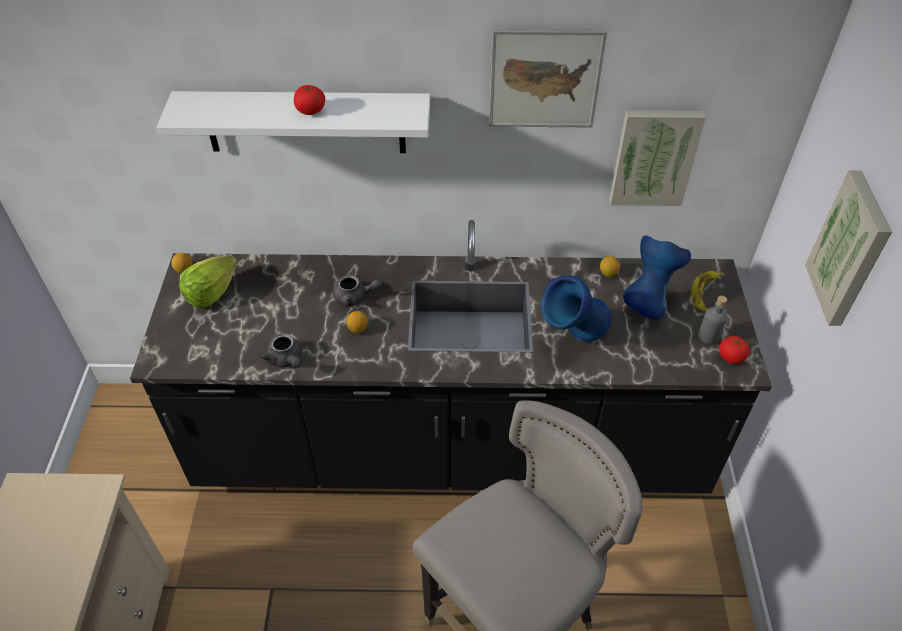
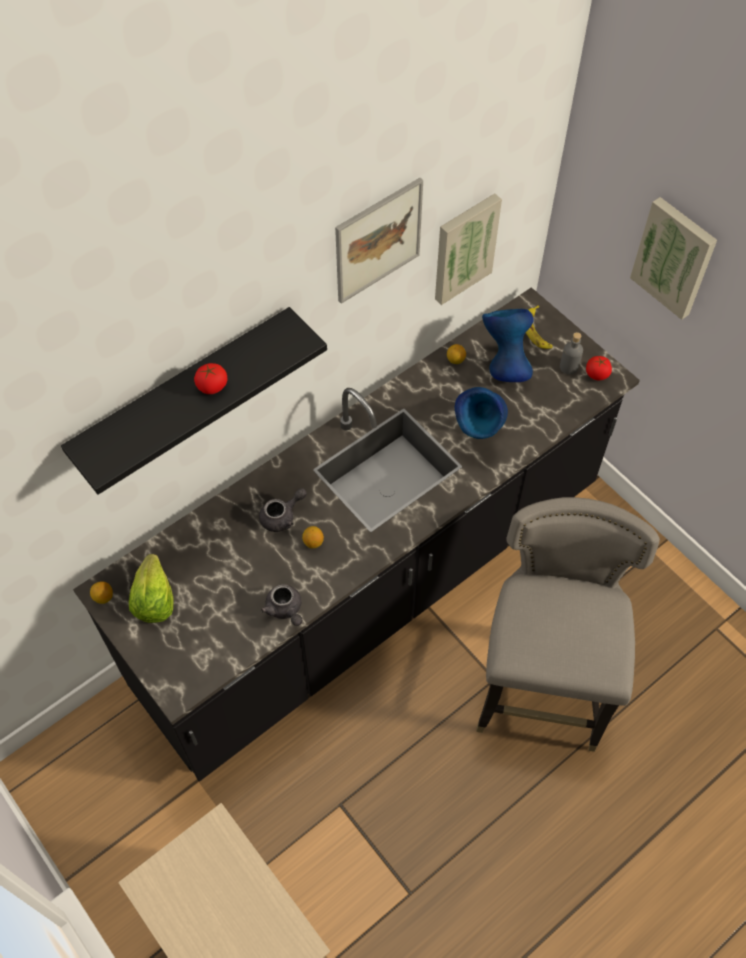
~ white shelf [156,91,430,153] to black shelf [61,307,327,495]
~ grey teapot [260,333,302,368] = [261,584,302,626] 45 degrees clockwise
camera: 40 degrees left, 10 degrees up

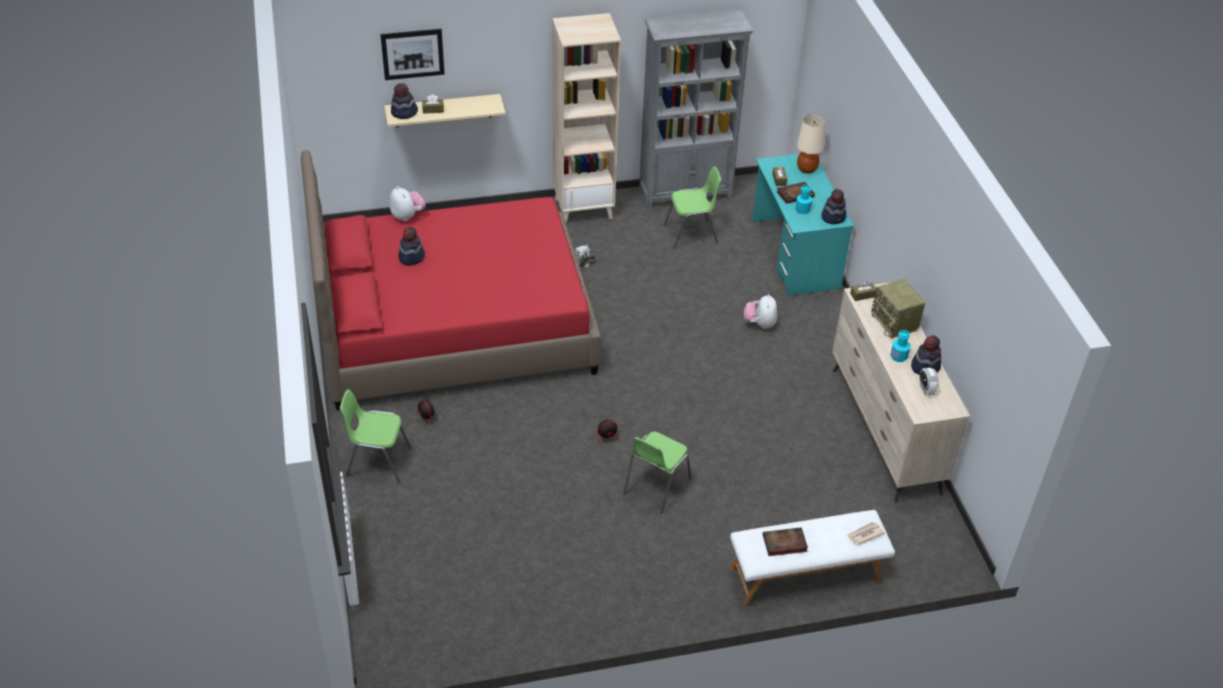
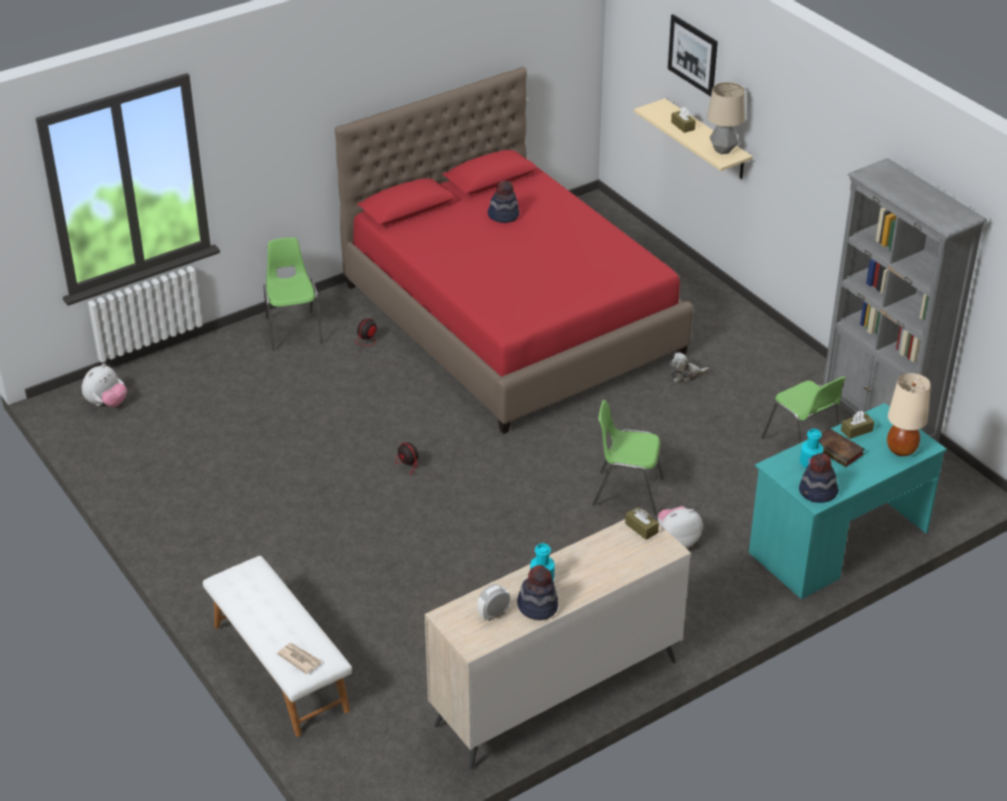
- hat [391,83,418,119]
- beige bookcase [553,13,621,223]
- book [763,527,808,556]
- radio [871,279,925,339]
+ table lamp [707,82,745,154]
~ plush toy [389,186,426,222] to [82,364,127,407]
~ green chair [623,432,692,514] to [592,400,664,515]
camera: 70 degrees right, 5 degrees down

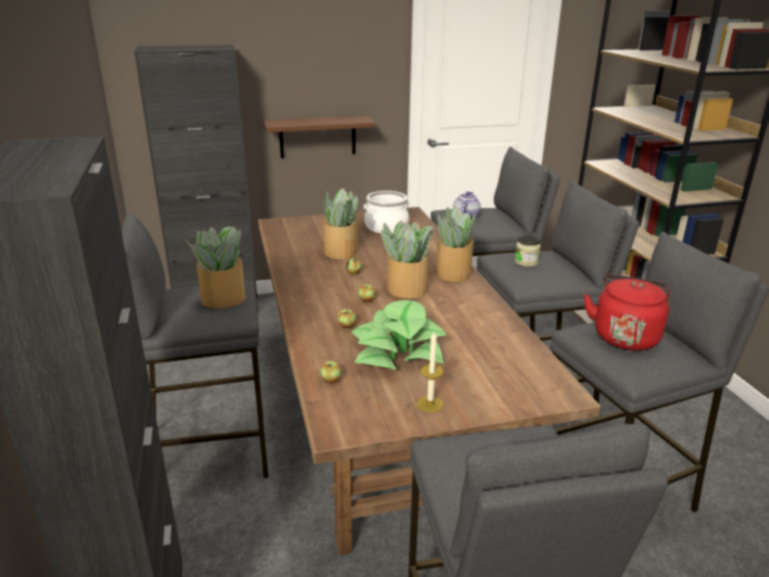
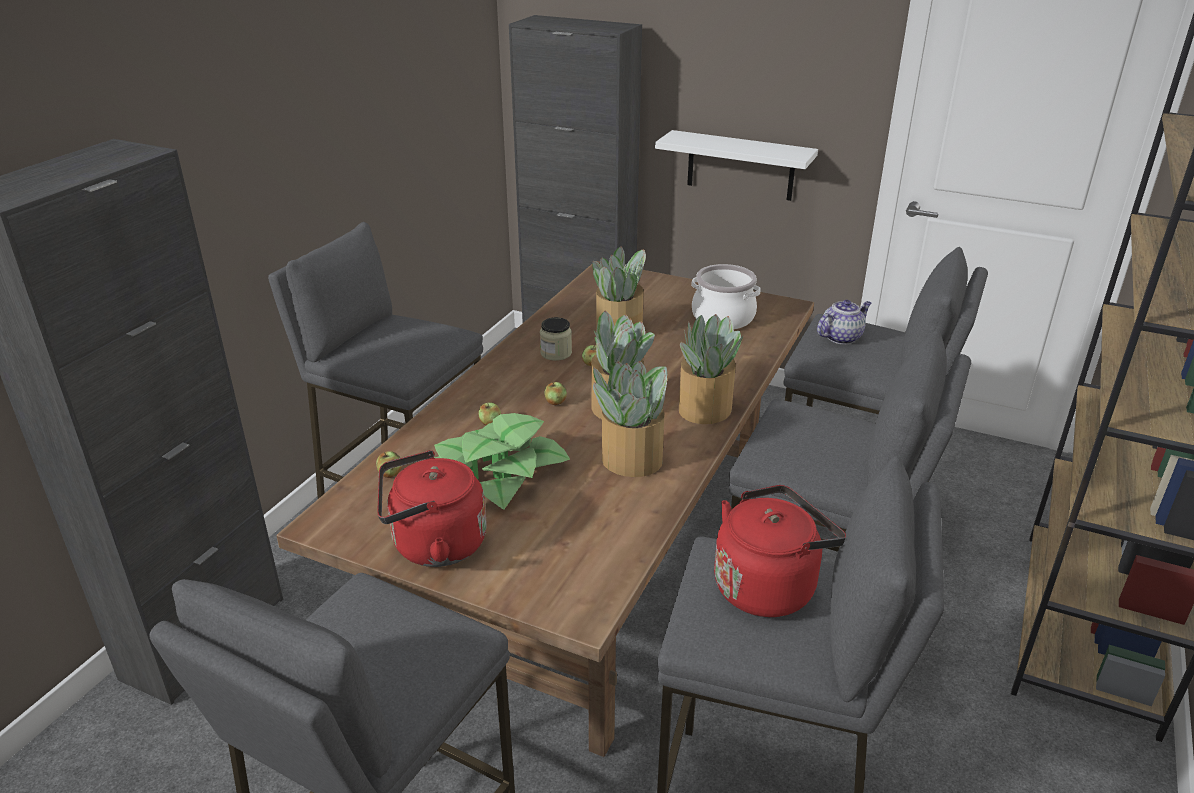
~ potted plant [184,226,245,309] to [593,361,668,477]
~ jar [515,235,541,267] to [540,317,572,361]
~ candle [417,332,443,413] to red kettle [377,450,487,567]
~ brown shelf [264,116,376,158] to white shelf [655,130,818,201]
camera: 40 degrees right, 5 degrees up

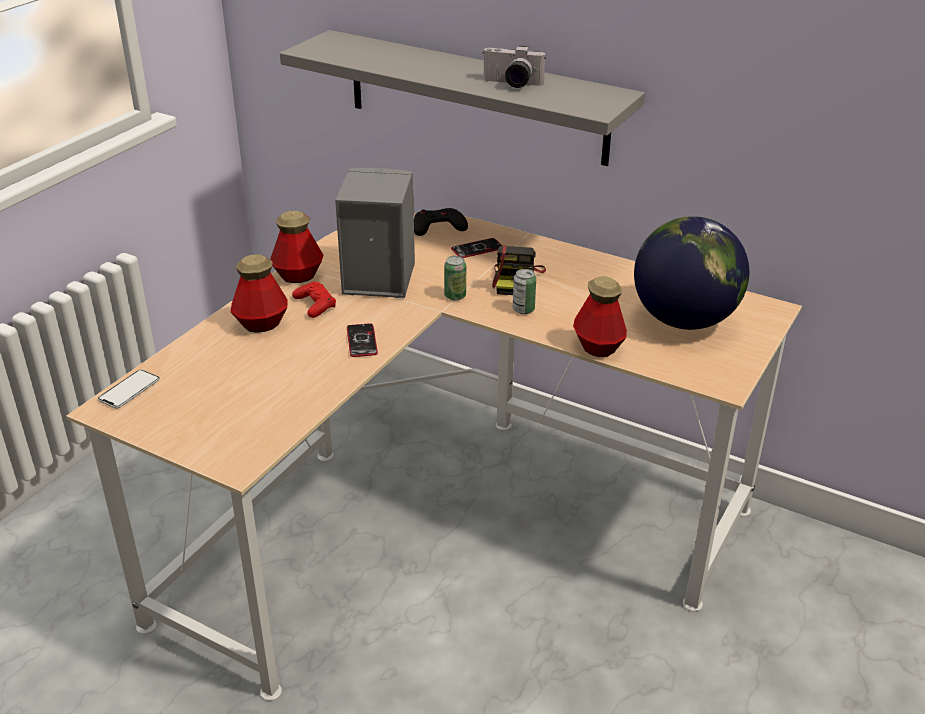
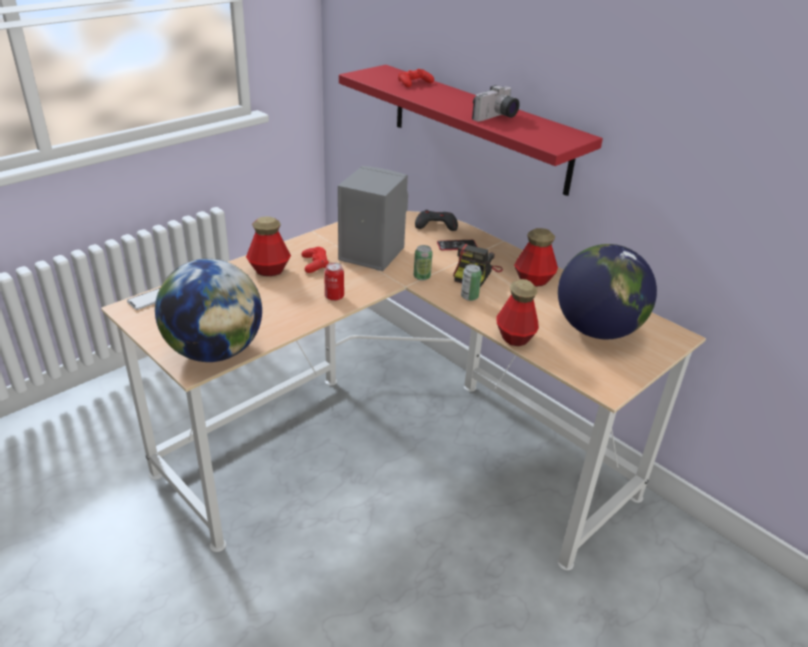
+ globe [155,259,262,362]
+ red game controller [398,69,434,87]
~ bottle [270,211,324,283] to [514,228,558,287]
~ phone [347,323,378,357] to can [324,263,344,301]
~ grey shelf [280,30,645,166] to red shelf [339,65,603,196]
~ photo camera [483,46,546,88] = [472,85,520,121] 75 degrees counterclockwise
camera: 15 degrees right, 0 degrees up

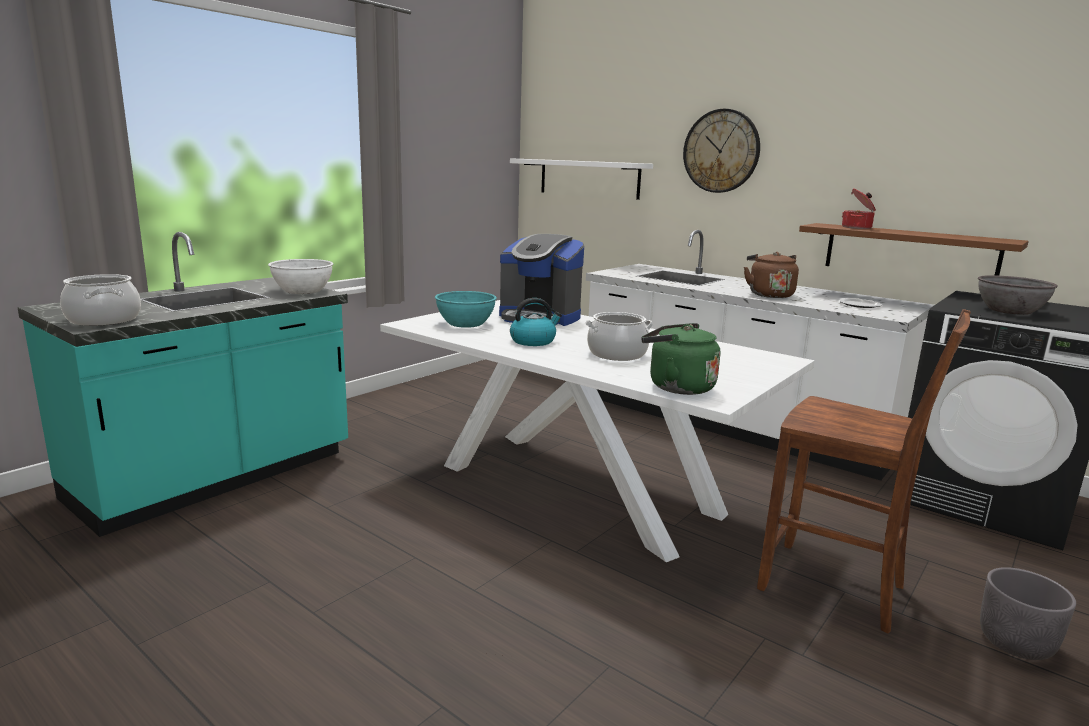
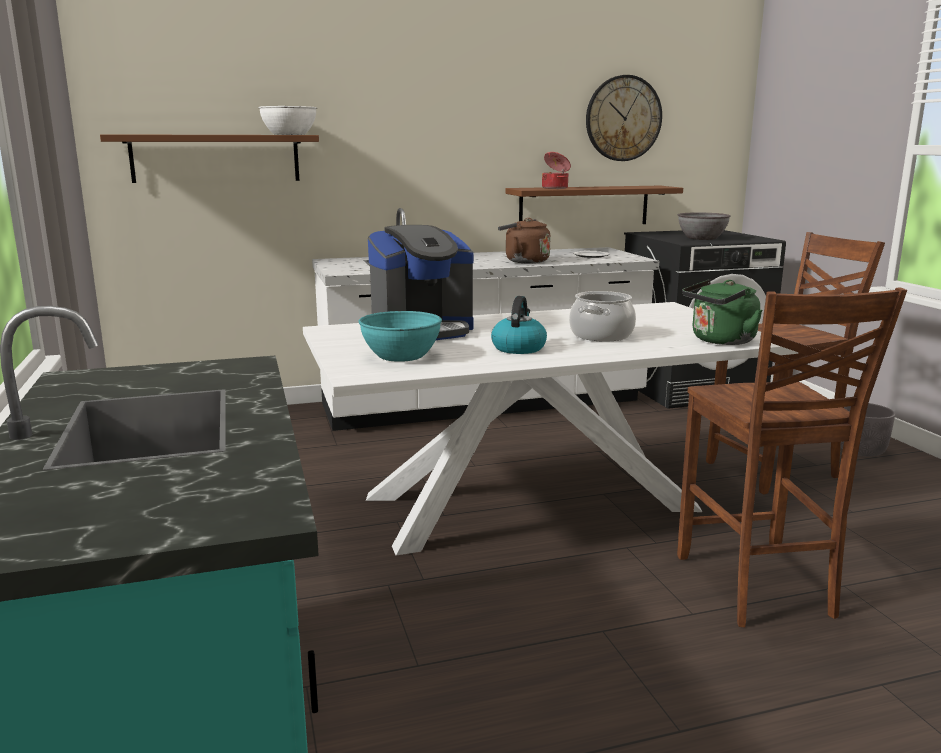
- cooking pot [60,274,141,326]
+ brown chair [677,288,907,627]
~ white bowl [268,259,334,294] to [258,106,317,135]
~ wall clock [683,109,760,193] to [586,75,662,161]
~ white shelf [510,158,653,200] to brown shelf [100,134,319,183]
camera: 55 degrees left, 0 degrees up

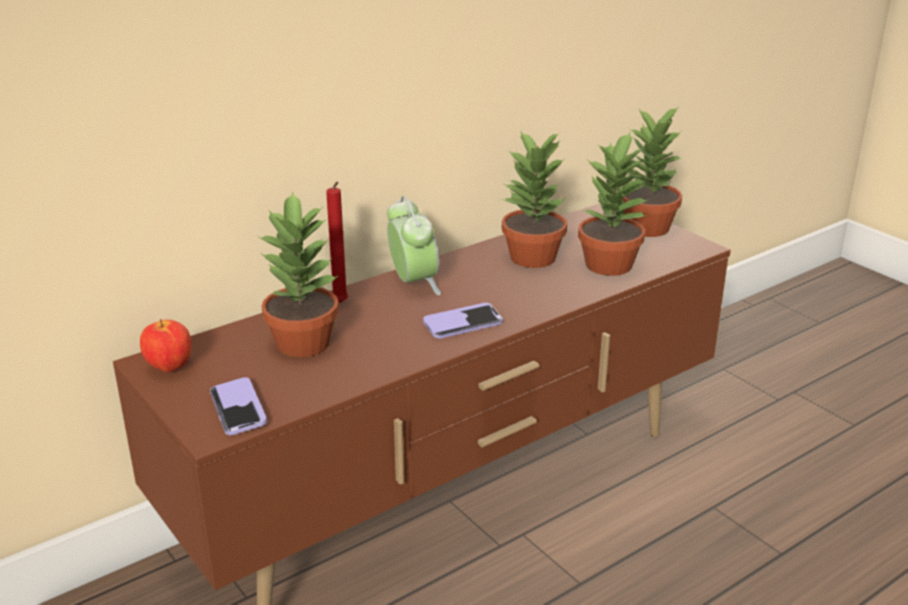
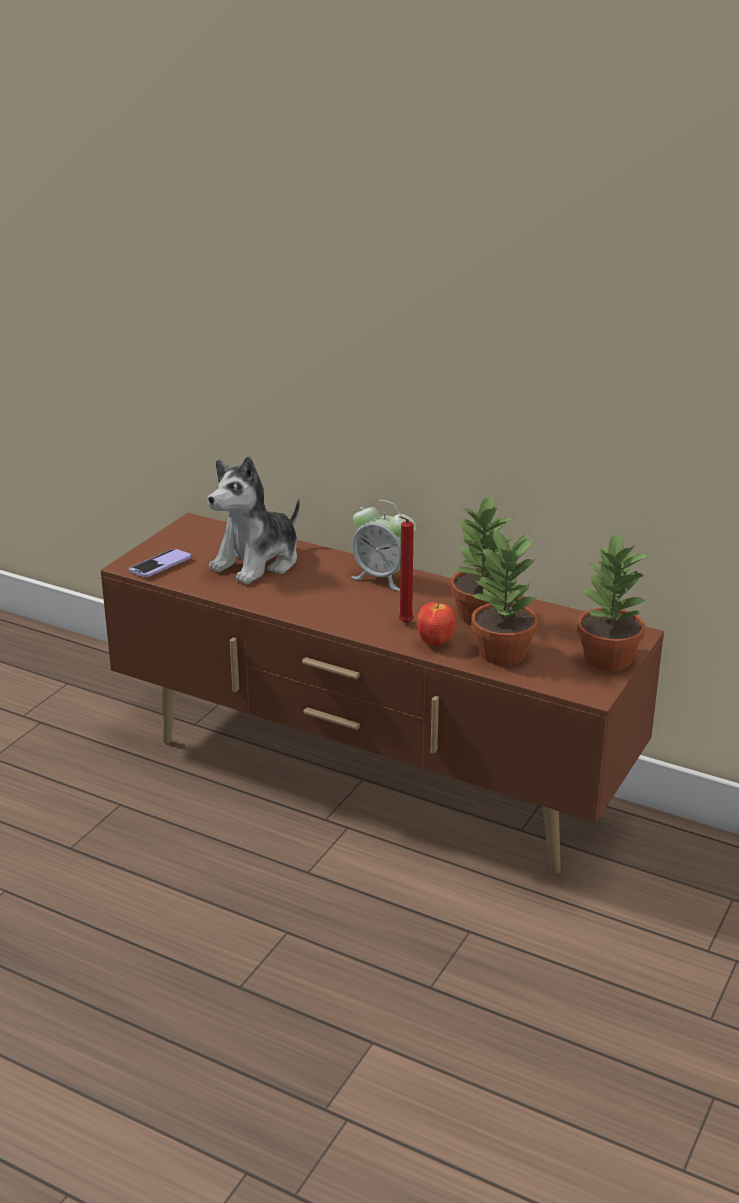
- phone [423,303,503,339]
~ apple [140,319,191,373] to [417,602,456,646]
~ red candle [326,182,348,303] to [398,516,414,623]
~ potted plant [257,191,339,357] to plush toy [208,456,300,584]
~ alarm clock [387,196,441,295] = [351,500,416,591] 75 degrees clockwise
camera: 65 degrees right, 0 degrees up

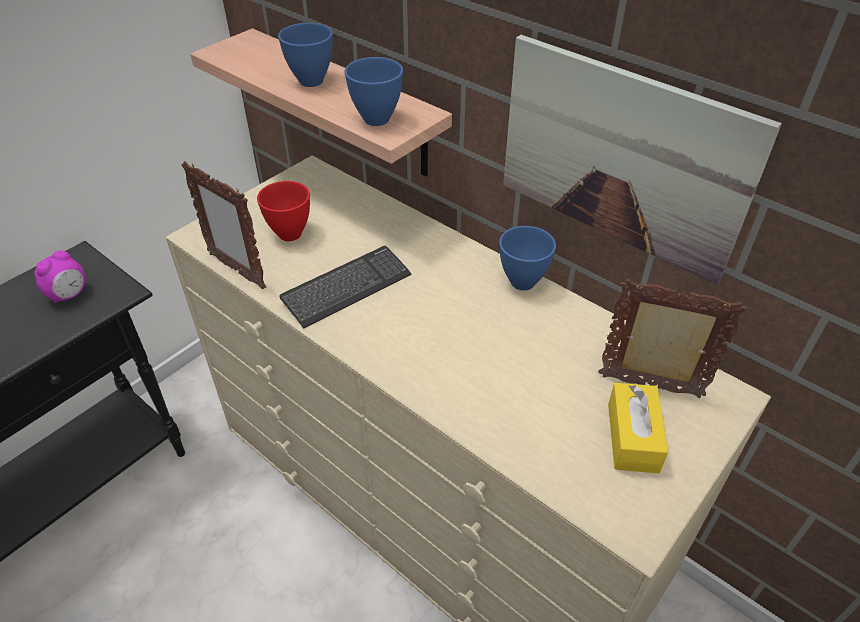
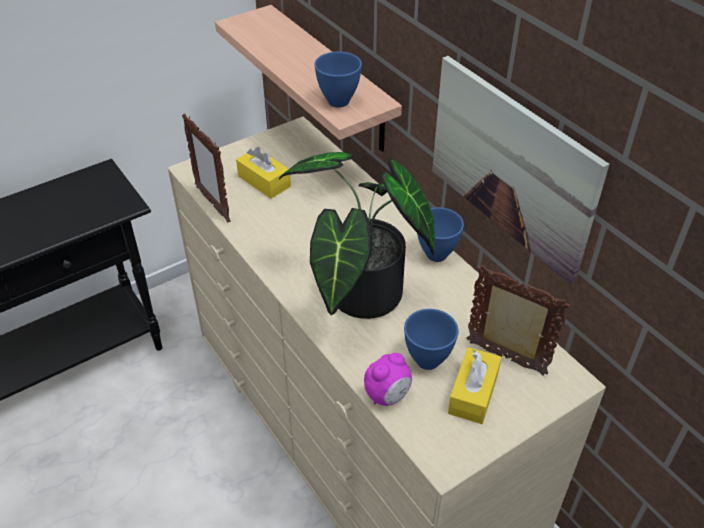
- keyboard [279,246,411,329]
+ potted plant [279,152,435,319]
~ alarm clock [34,250,85,303] to [364,353,412,406]
~ blue bowl [278,23,333,87] to [404,309,459,370]
~ red bowl [257,181,310,241] to yellow tissue box [236,147,291,199]
camera: 15 degrees right, 0 degrees up

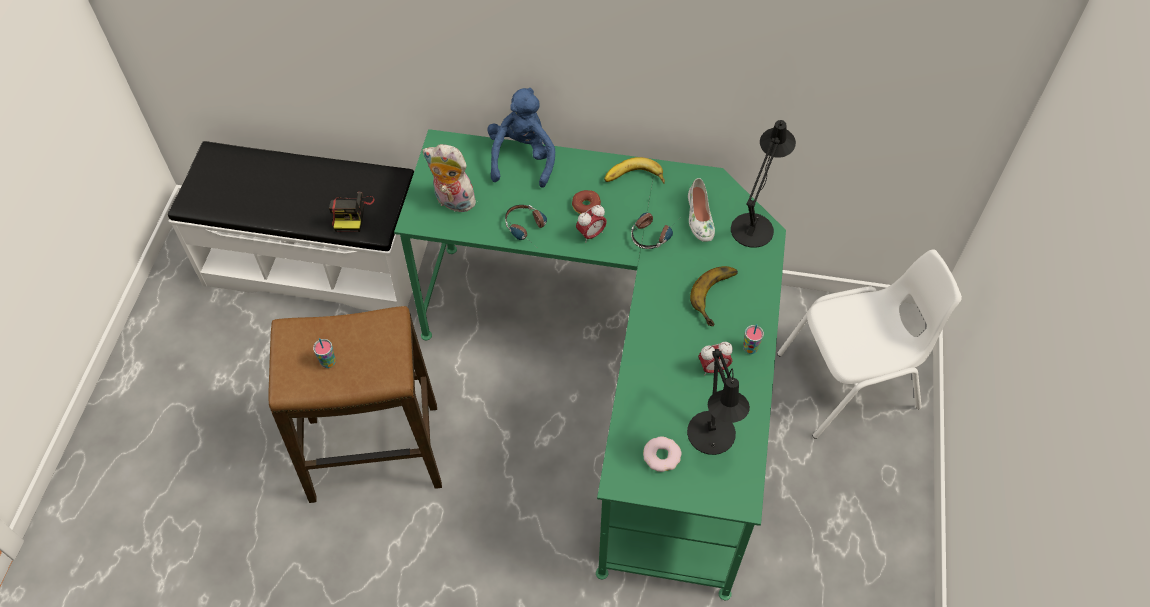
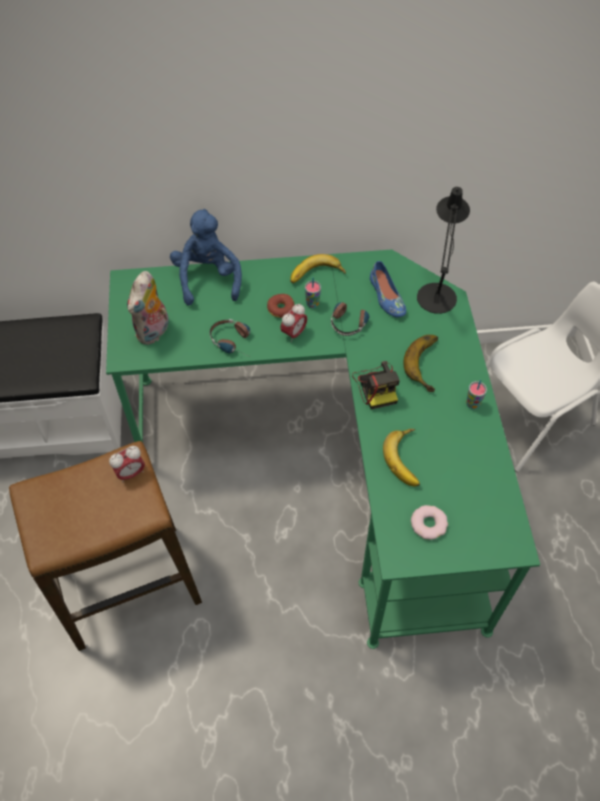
- black table lamp [687,349,750,455]
+ banana [383,429,420,486]
~ cup [313,338,336,368] to [305,277,321,308]
~ photo camera [329,192,375,232] to [352,361,400,409]
~ alarm clock [699,342,733,375] to [109,446,145,482]
~ white shoe [688,178,715,242] to blue shoe [370,261,406,317]
~ plush toy [423,144,476,212] = [127,271,169,345] 75 degrees counterclockwise
camera: 15 degrees left, 0 degrees up

